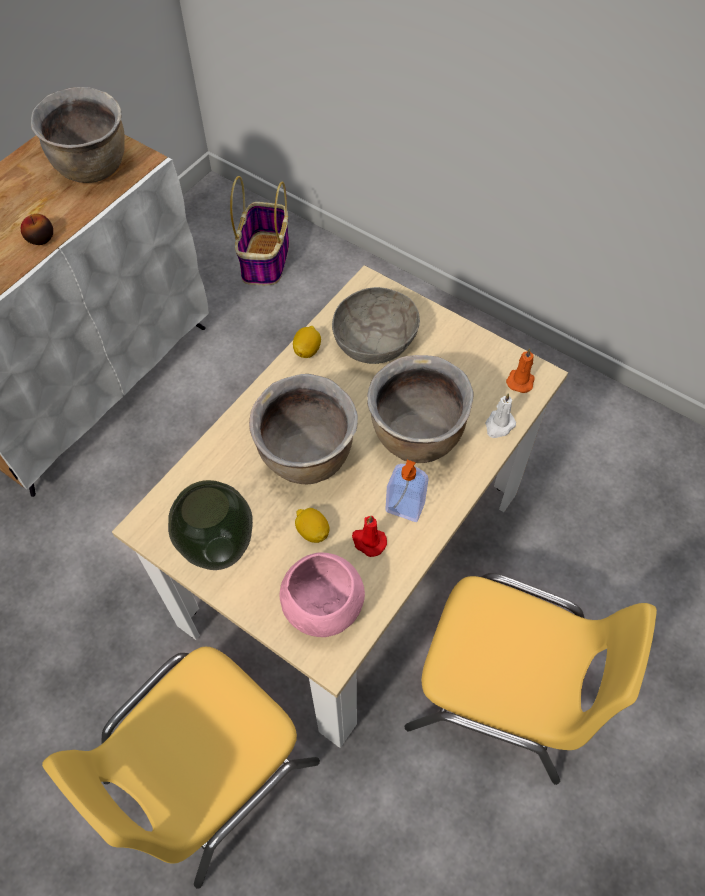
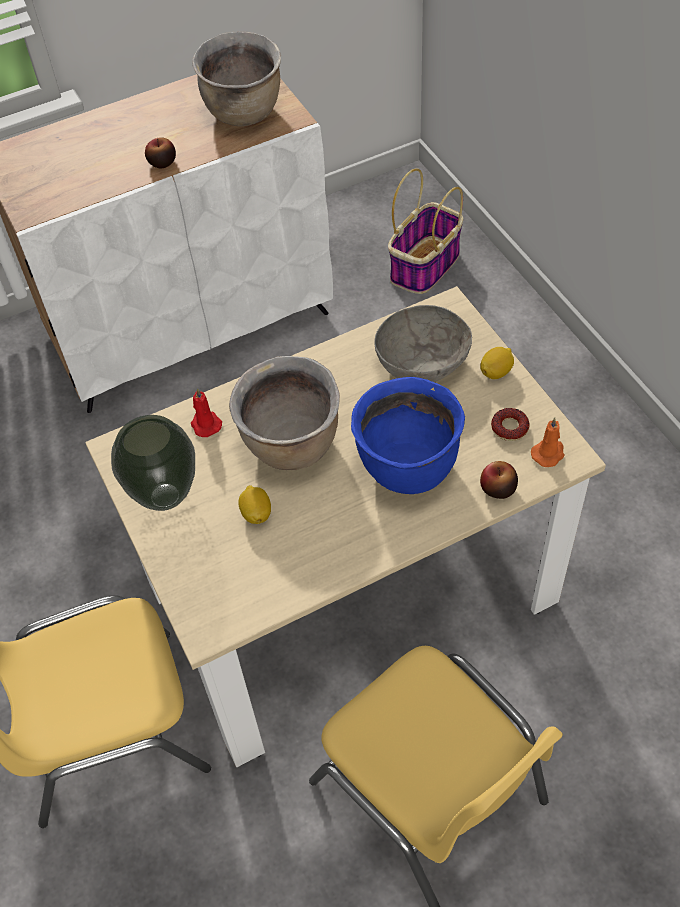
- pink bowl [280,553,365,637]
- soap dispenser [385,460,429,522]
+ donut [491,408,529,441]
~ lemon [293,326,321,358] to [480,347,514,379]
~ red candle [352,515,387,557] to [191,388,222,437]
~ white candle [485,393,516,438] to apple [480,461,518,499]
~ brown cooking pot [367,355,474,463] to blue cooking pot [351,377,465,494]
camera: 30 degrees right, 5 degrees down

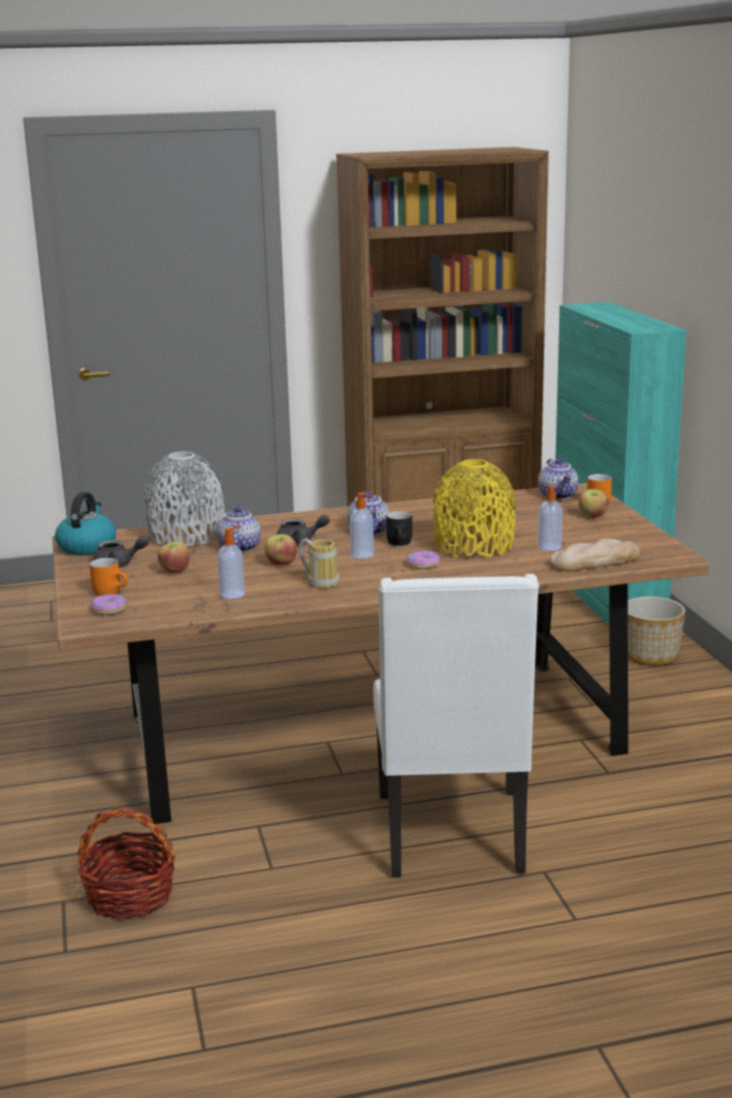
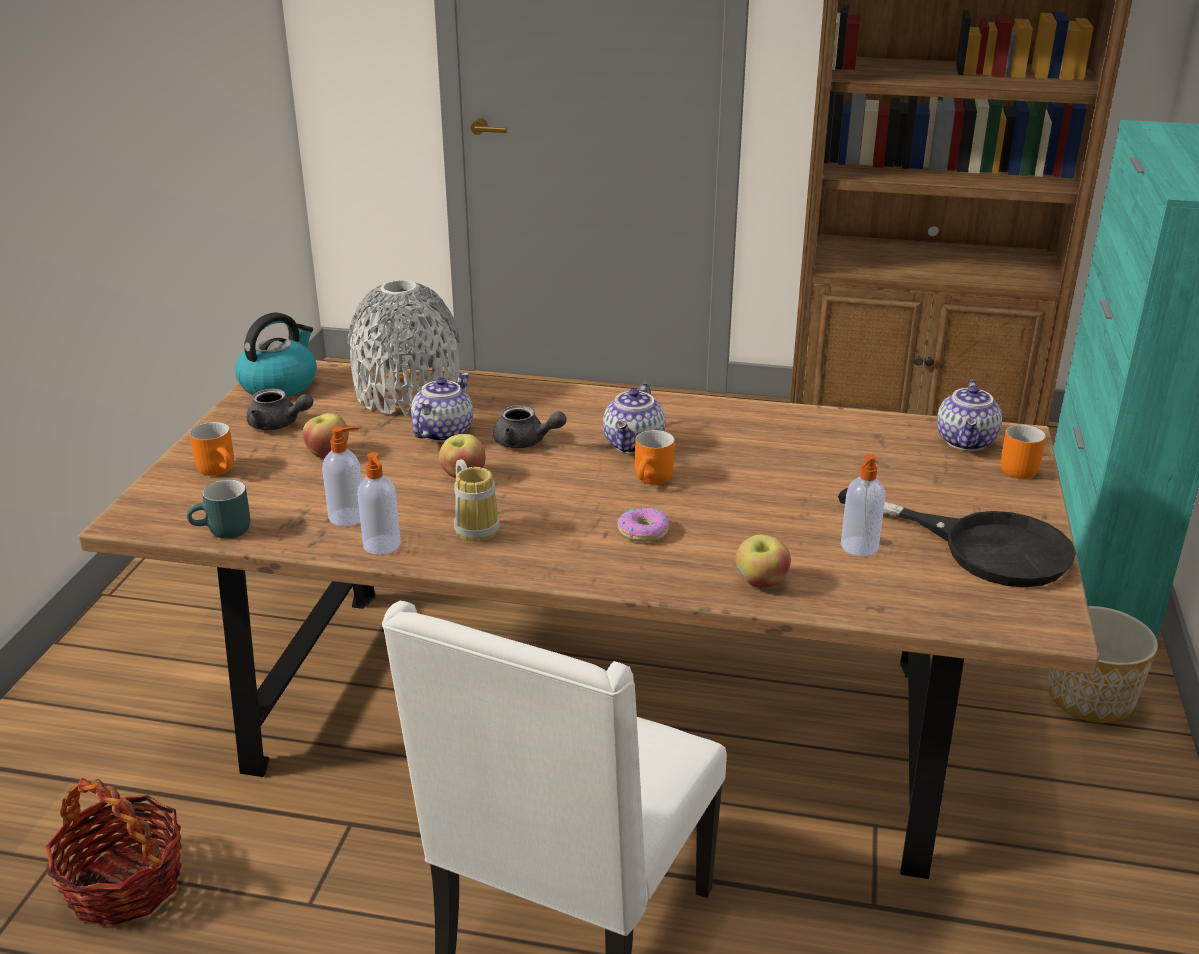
- donut [91,594,126,615]
- yellow vase [433,459,516,557]
- bread [549,538,641,572]
+ turquoise mug [187,480,250,539]
+ black frying pan [838,488,1076,587]
~ soap dispenser [350,493,374,559] to [357,452,401,555]
~ apple [579,489,609,518] to [735,534,791,588]
~ black mug [386,511,412,546] to orange mug [635,430,675,485]
camera: 25 degrees right, 10 degrees up

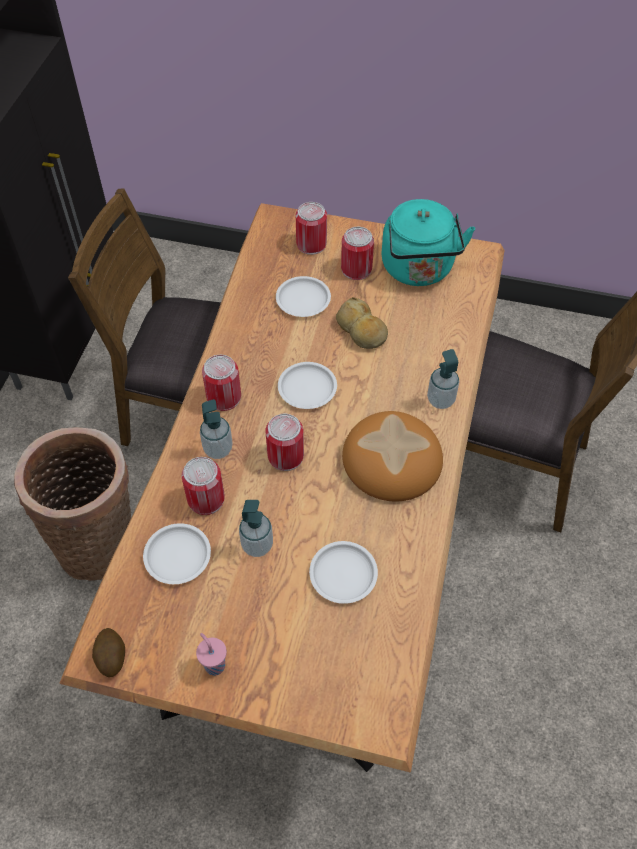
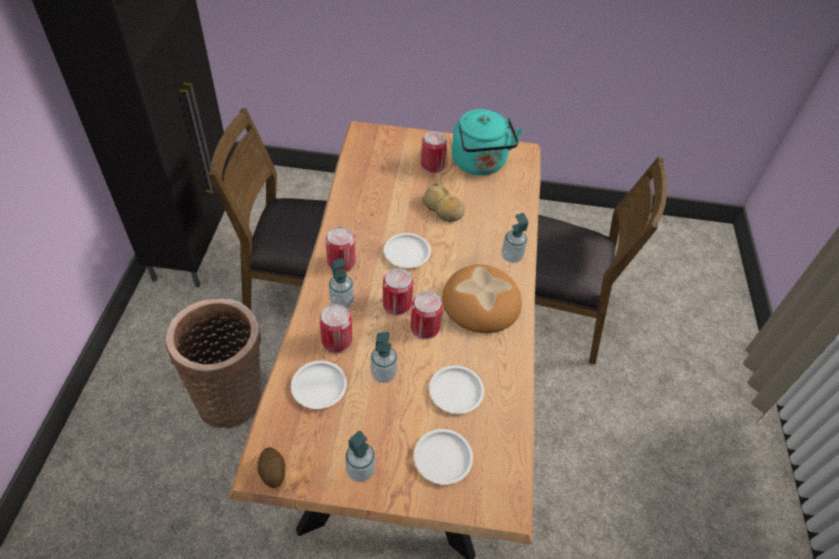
~ white plate [276,276,331,317] to [414,429,473,485]
~ can [296,202,327,255] to [410,291,443,340]
~ pink cup [196,633,227,676] to soap dispenser [345,431,375,482]
camera: 10 degrees left, 5 degrees down

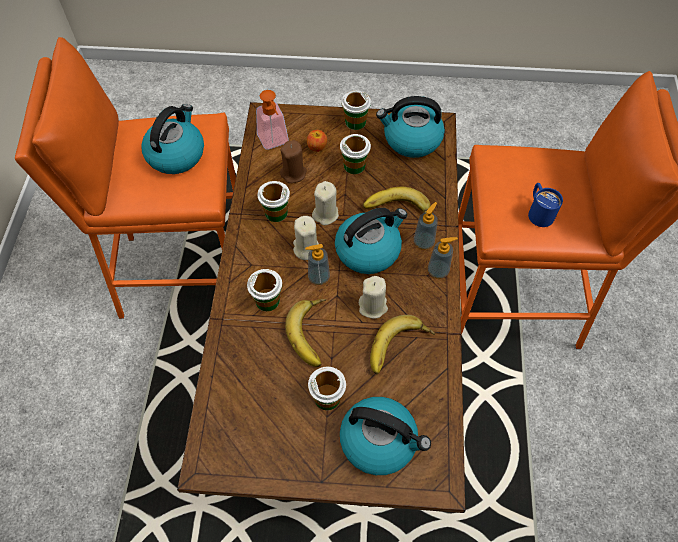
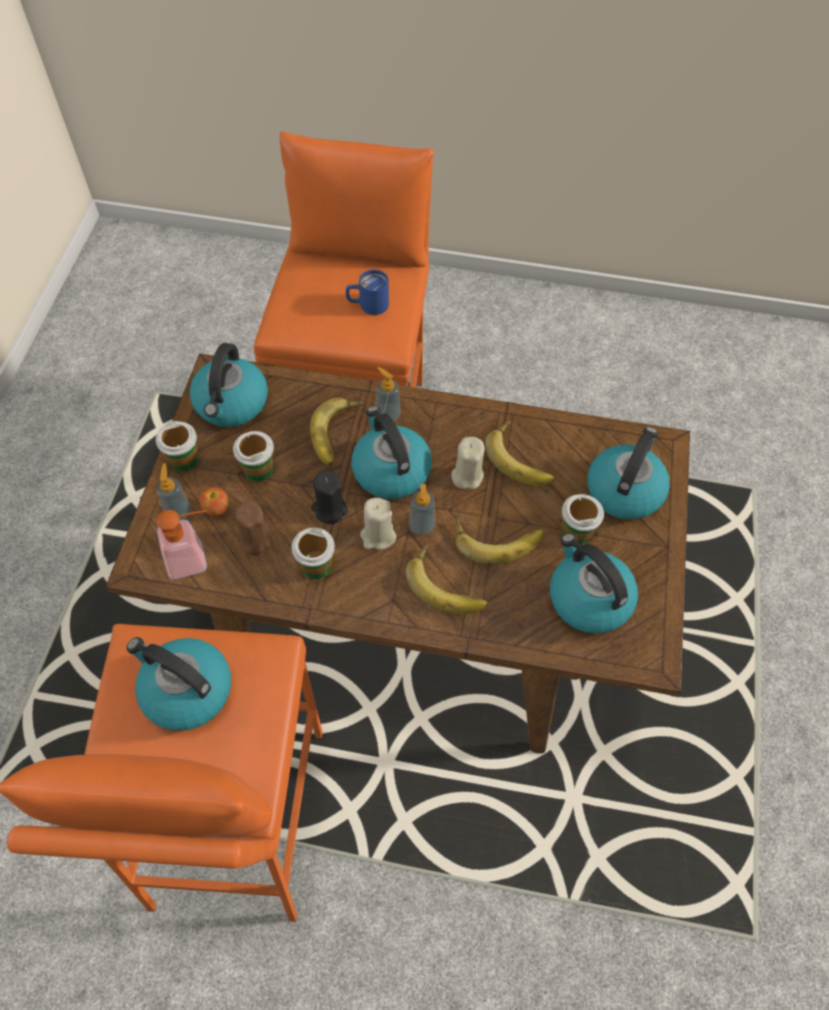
+ kettle [550,534,638,634]
~ soap dispenser [428,237,458,279] to [156,463,191,521]
~ cup [247,269,282,311] to banana [406,544,488,614]
~ beige candle [312,181,339,226] to black candle [311,470,348,524]
camera: 85 degrees left, 0 degrees up

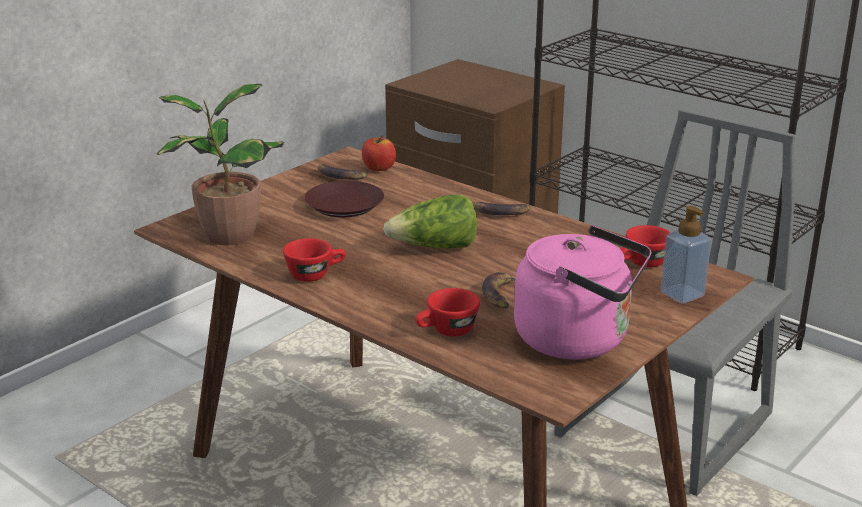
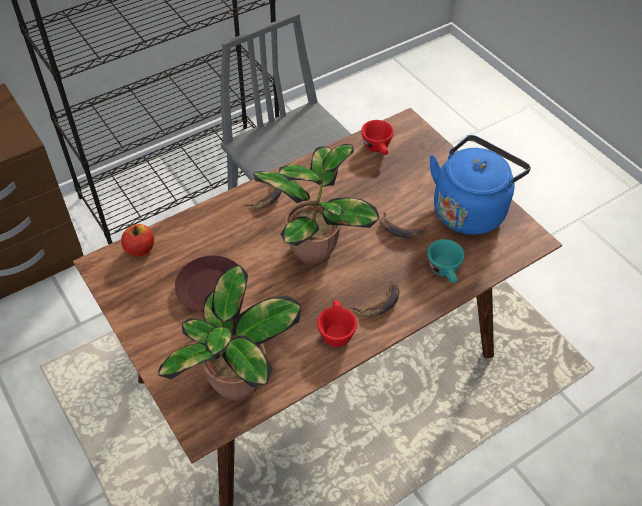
- soap dispenser [661,206,711,304]
~ banana [318,164,368,180] to [350,281,400,317]
~ lettuce [383,195,477,249] to potted plant [253,144,379,264]
~ red cup [415,288,480,336] to turquoise cup [427,239,465,283]
~ pink kettle [514,226,651,360] to blue kettle [429,135,531,235]
camera: 75 degrees left, 25 degrees up

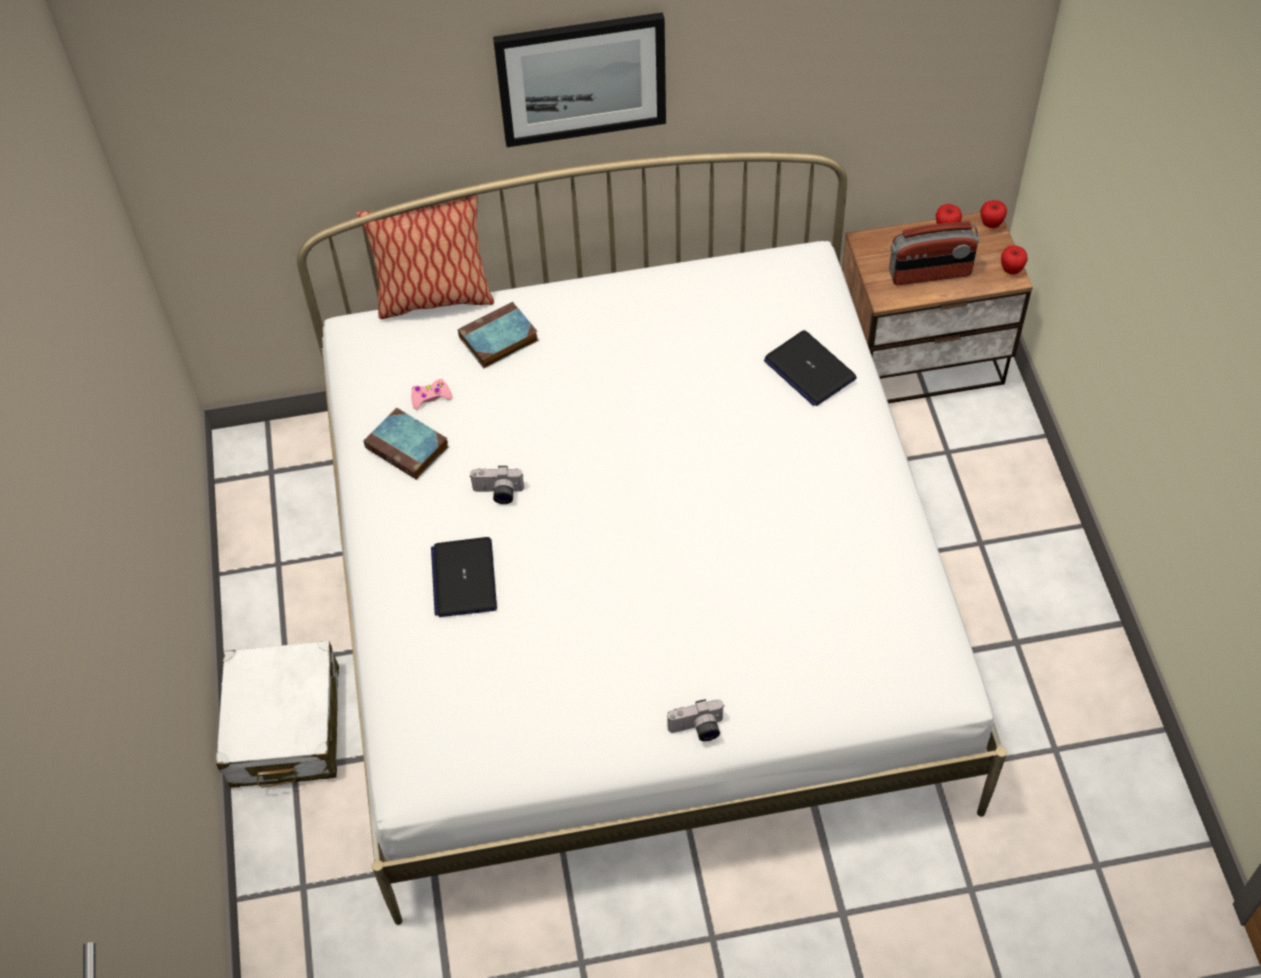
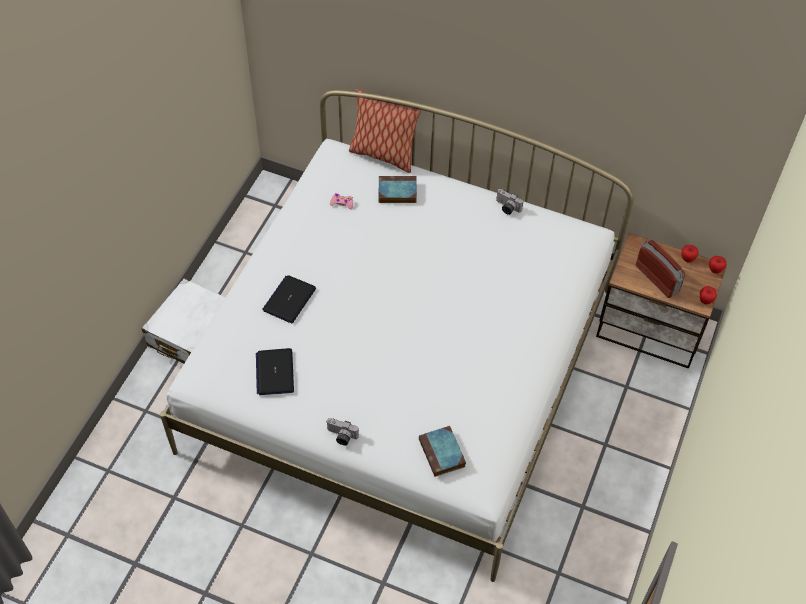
- picture [493,12,666,147]
~ book [364,408,448,480] to [419,426,466,477]
~ photo camera [469,466,524,504] to [496,189,523,215]
~ laptop [764,330,857,406] to [256,348,294,395]
~ radio [889,222,979,285] = [636,239,685,298] 150 degrees counterclockwise
camera: 30 degrees right, 0 degrees up

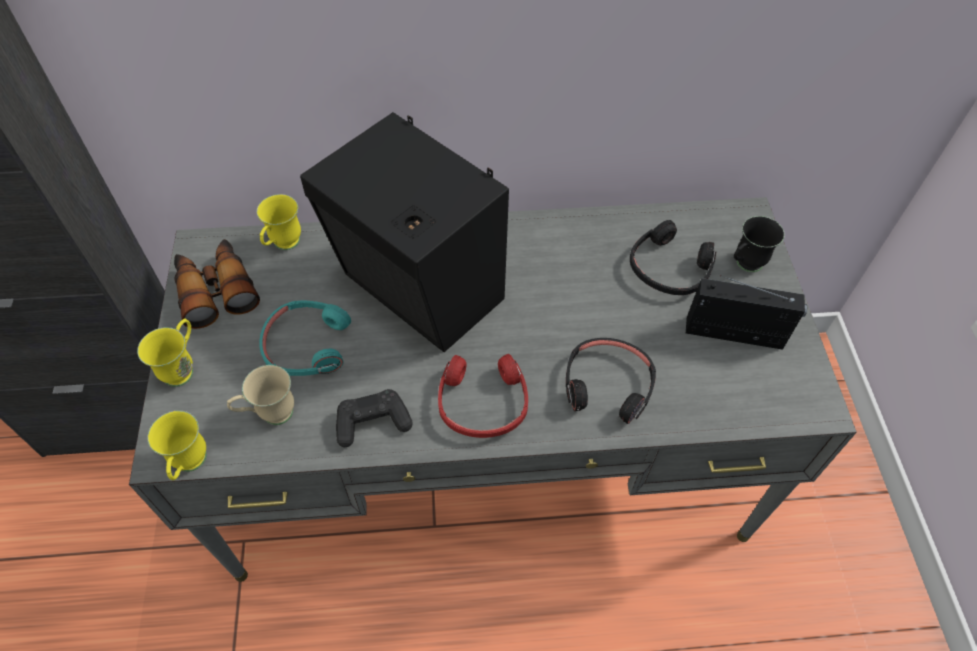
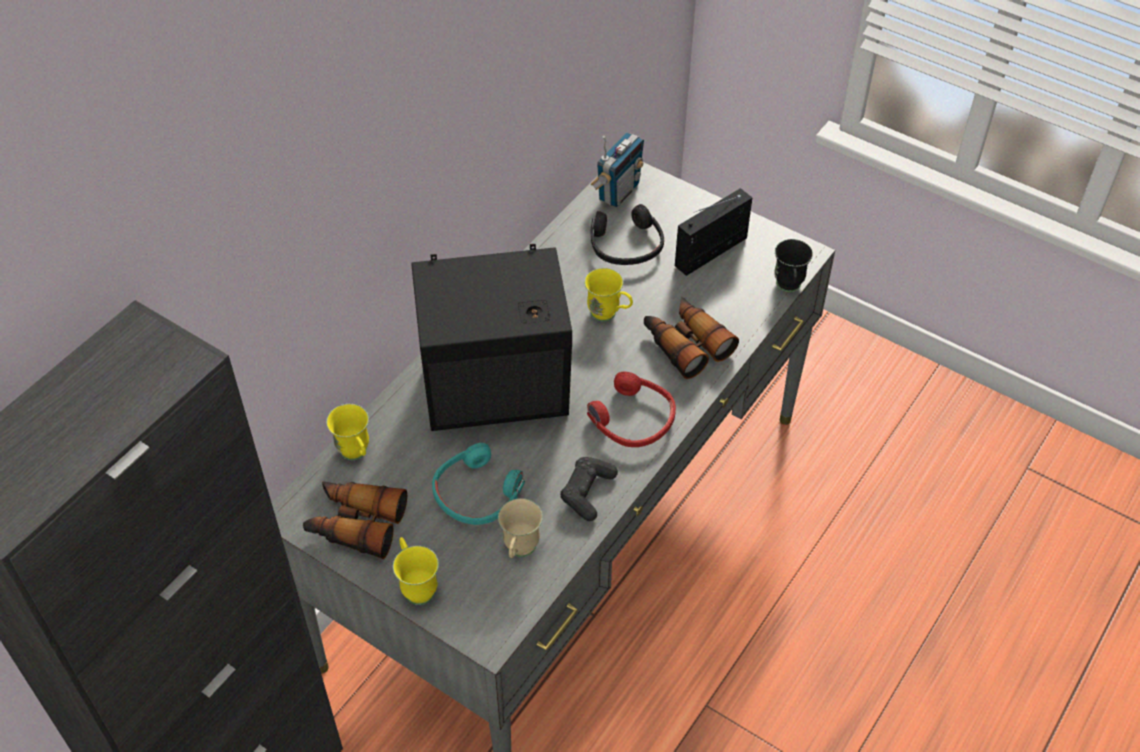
+ radio [591,132,644,207]
~ yellow mug [147,410,207,480] to [584,268,633,321]
~ black mug [734,216,785,272] to [774,239,813,292]
~ black headphones [566,338,656,424] to binoculars [644,297,739,379]
camera: 50 degrees left, 5 degrees down

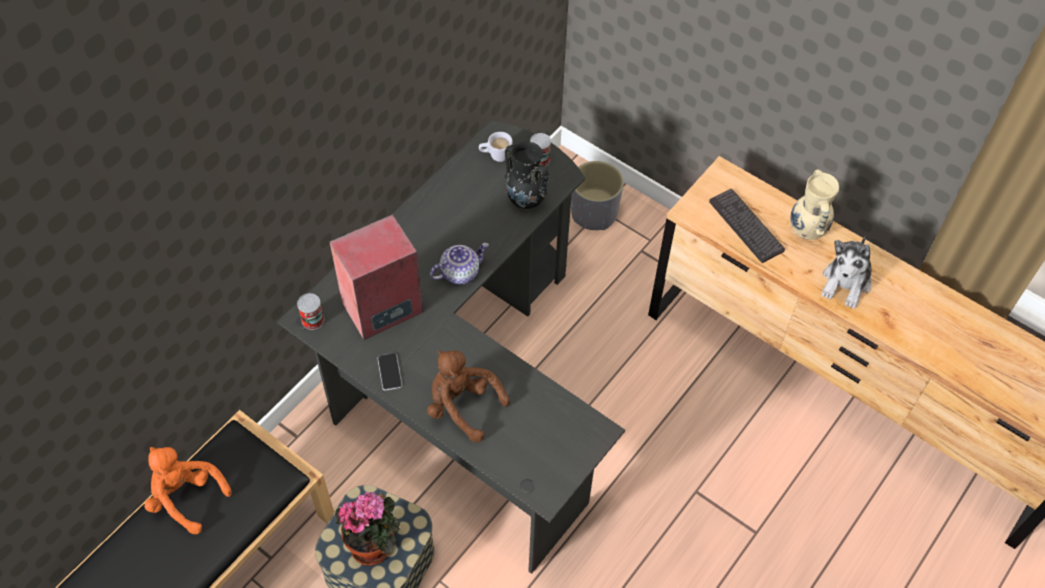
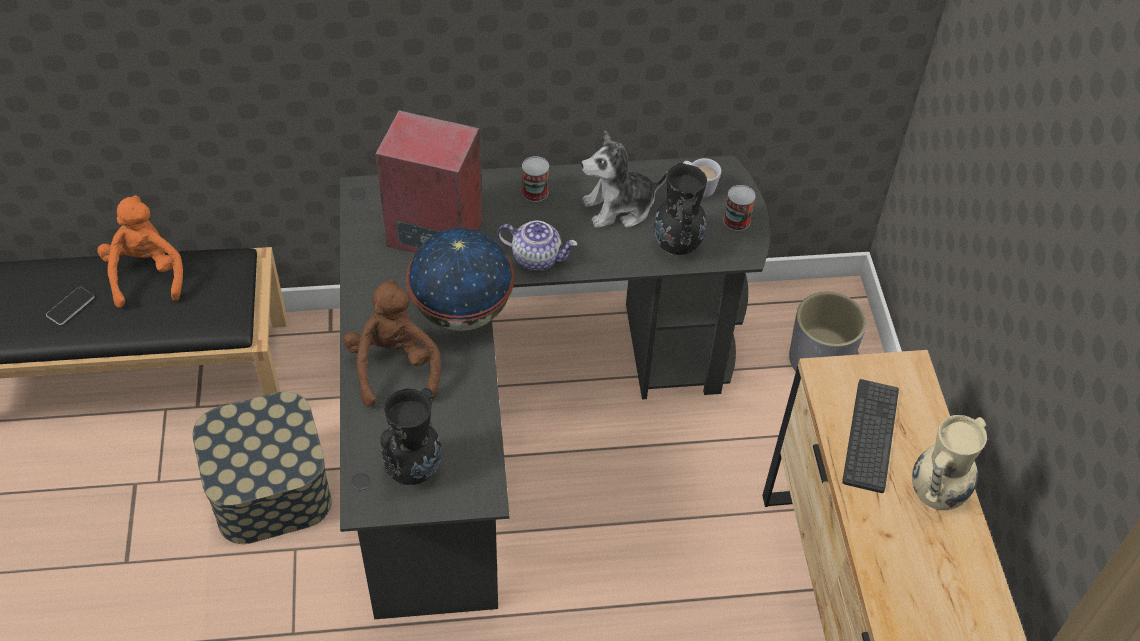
- potted plant [334,492,400,566]
+ black vase [380,388,442,485]
+ globe [406,228,514,331]
~ can [297,293,324,330] to [522,156,549,202]
~ phone [377,353,402,391] to [46,287,95,325]
~ plush toy [821,236,872,309] to [581,131,668,228]
camera: 45 degrees right, 5 degrees down

